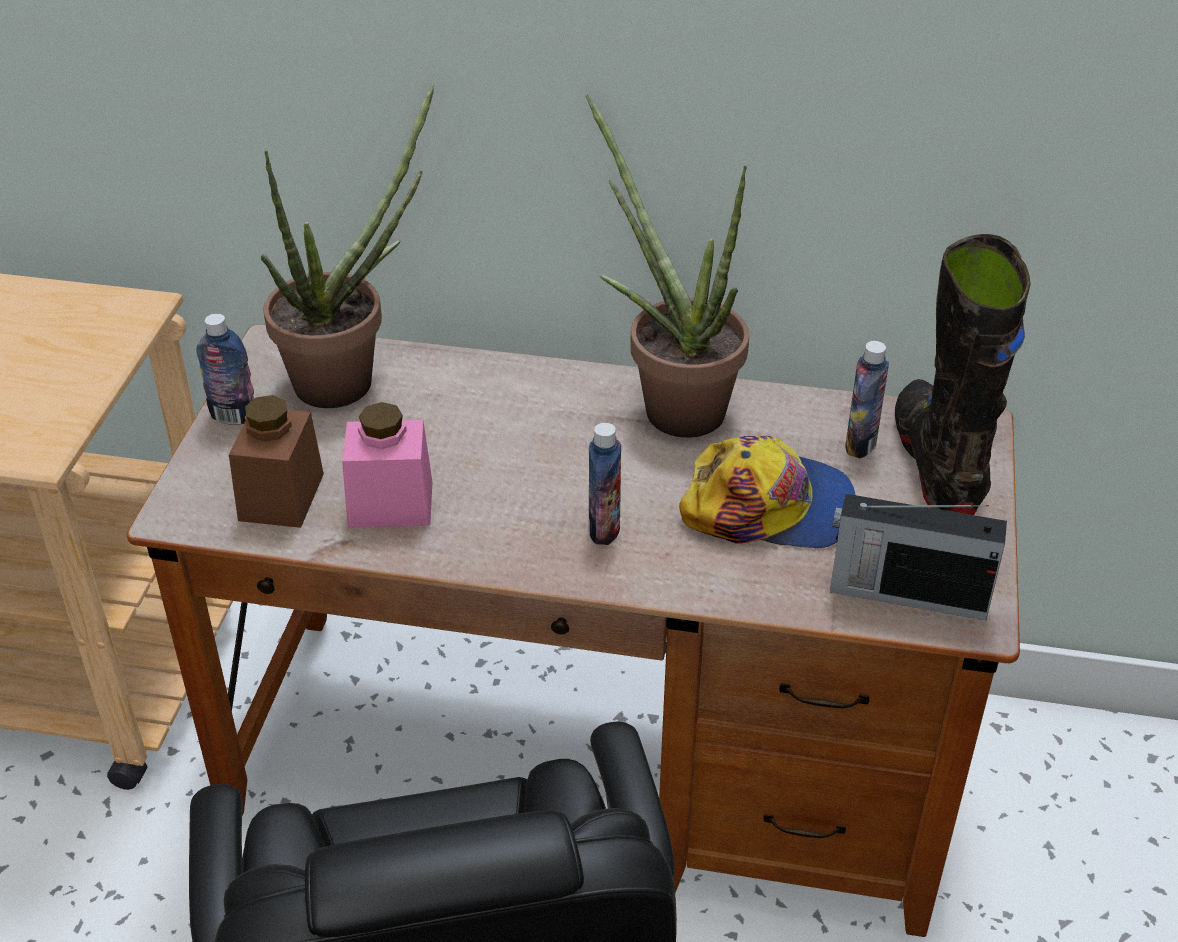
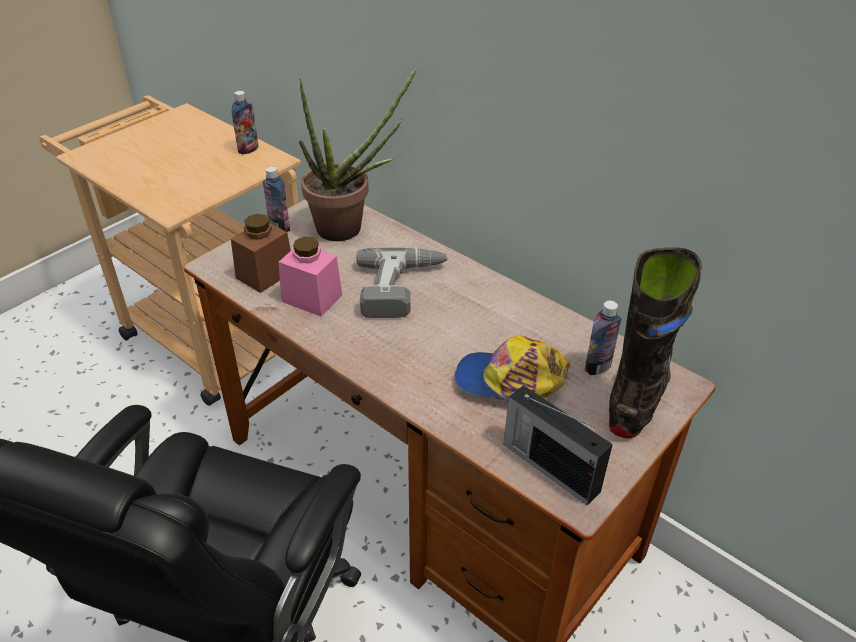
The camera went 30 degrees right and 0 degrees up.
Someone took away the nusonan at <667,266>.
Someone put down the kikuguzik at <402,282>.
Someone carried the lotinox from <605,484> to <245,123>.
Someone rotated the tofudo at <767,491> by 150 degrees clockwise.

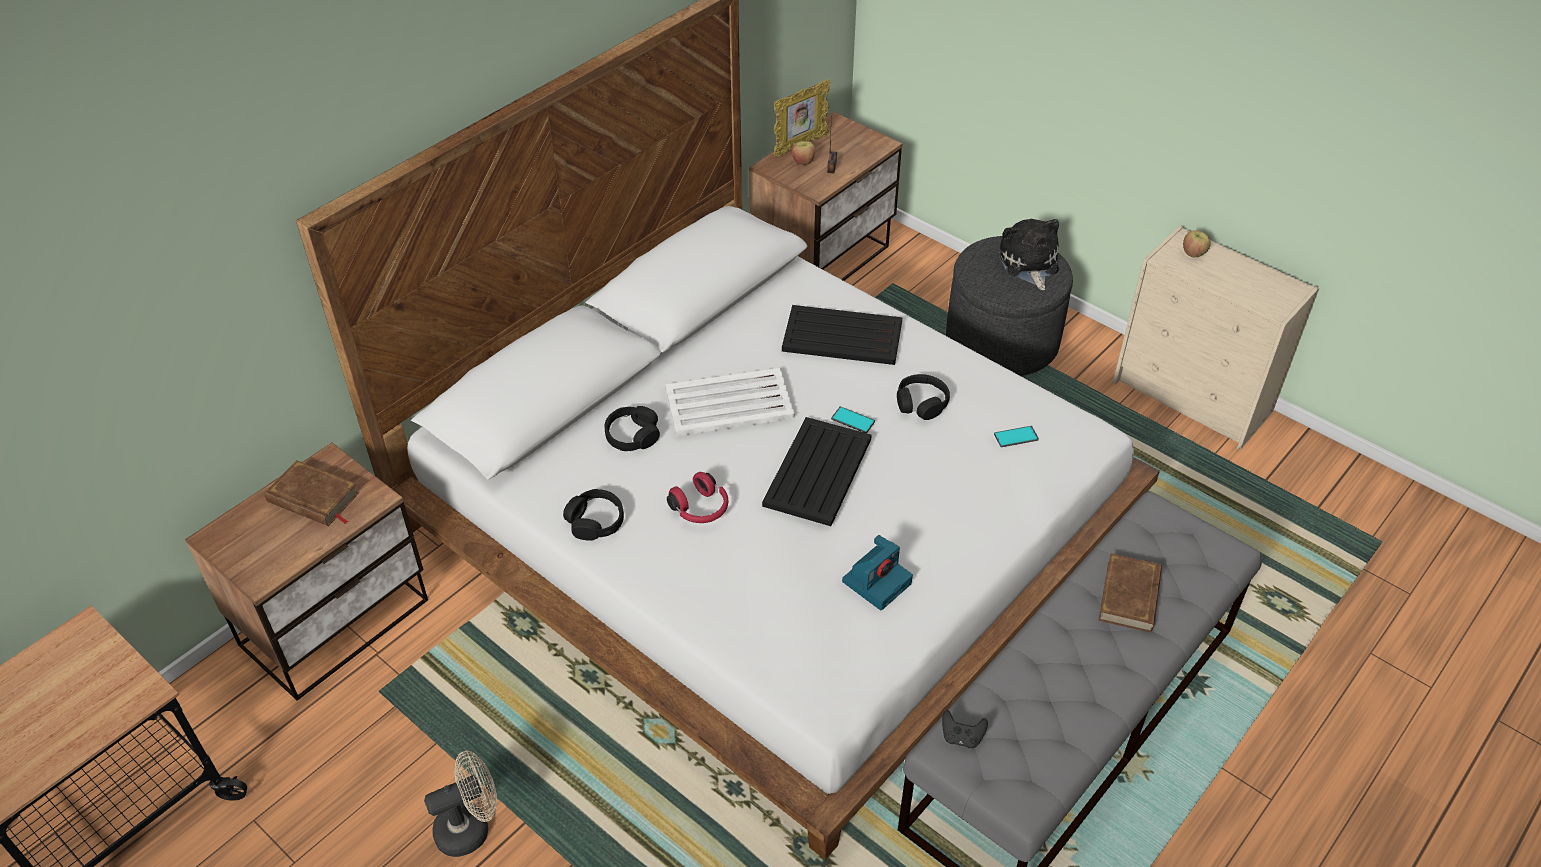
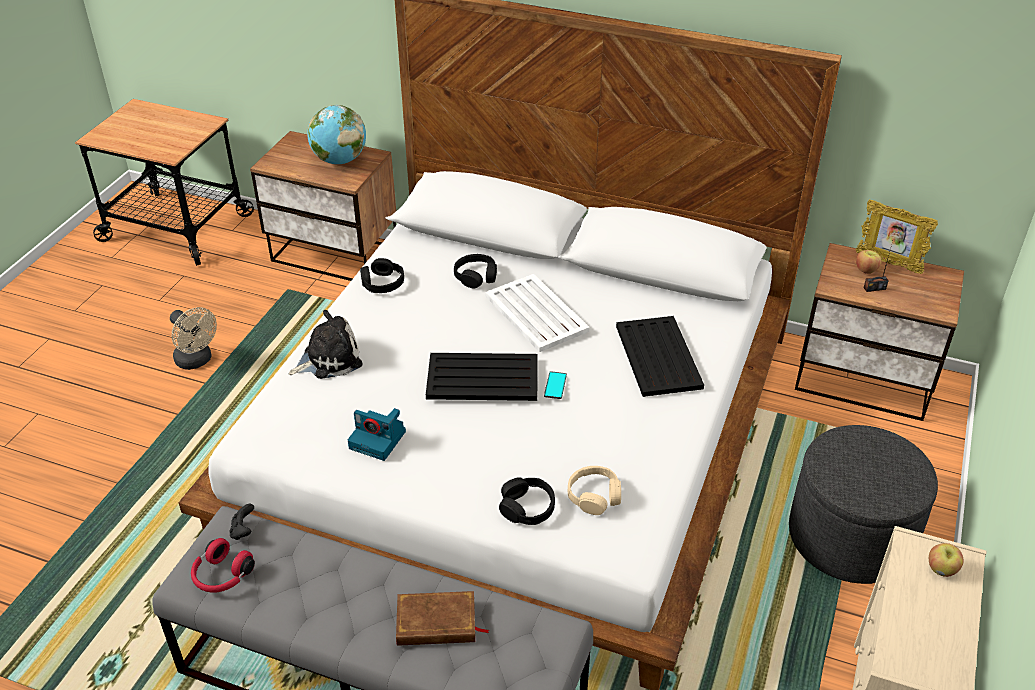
The camera went 70 degrees right and 5 degrees down.
Someone carried the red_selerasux from <698,497> to <223,565>.
Someone carried the black_selerasux from <923,397> to <527,501>.
Someone carried the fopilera from <1029,254> to <326,344>.
Someone swapped the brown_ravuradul at <311,493> for the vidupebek at <336,134>.
Someone swapped the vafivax at <1016,436> for the beige_selerasux at <594,490>.

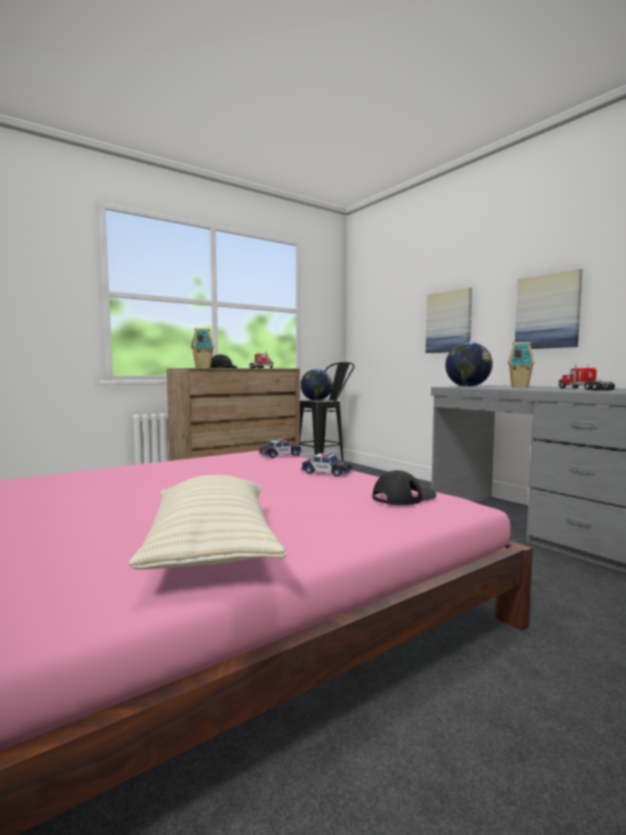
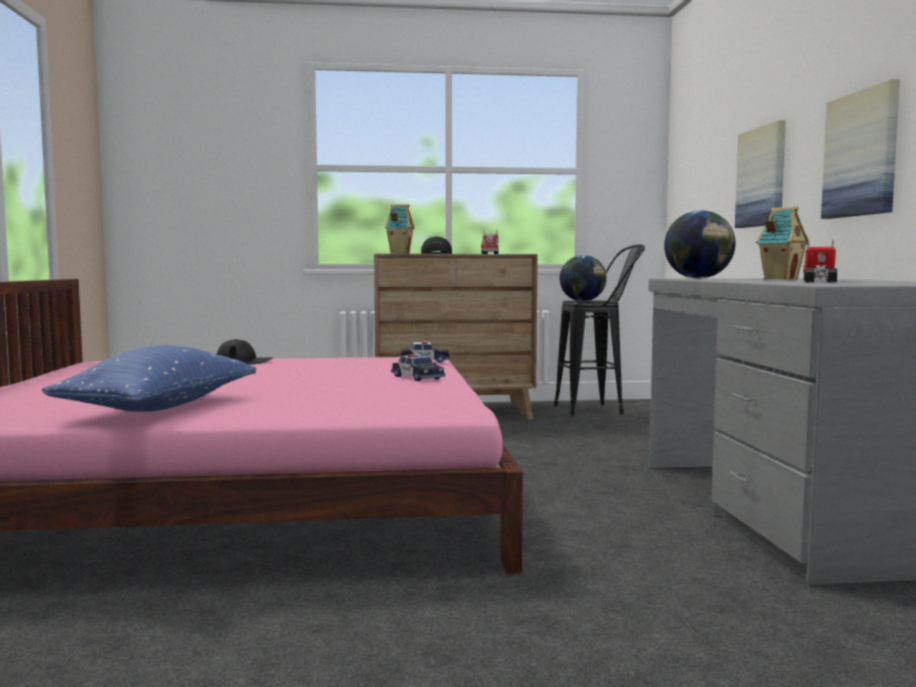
The camera went 30 degrees right and 0 degrees up.
Someone carried the black_tofudo from <405,487> to <244,351>.
Someone repainted the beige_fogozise at <207,522>, which became the blue_fogozise at <149,378>.

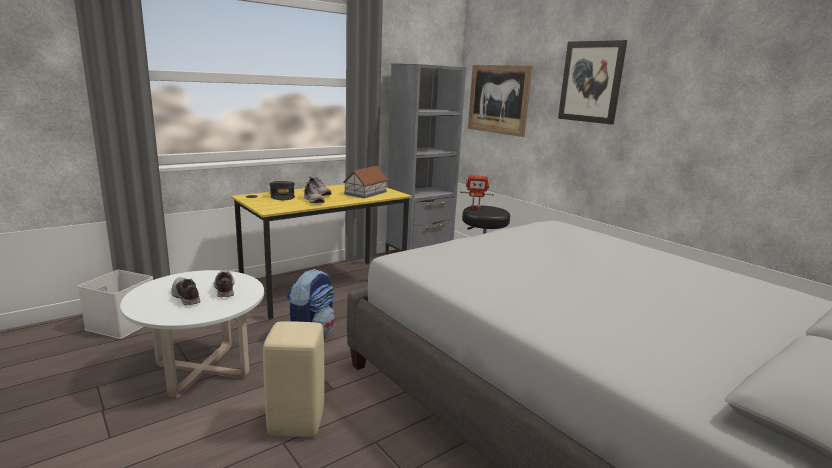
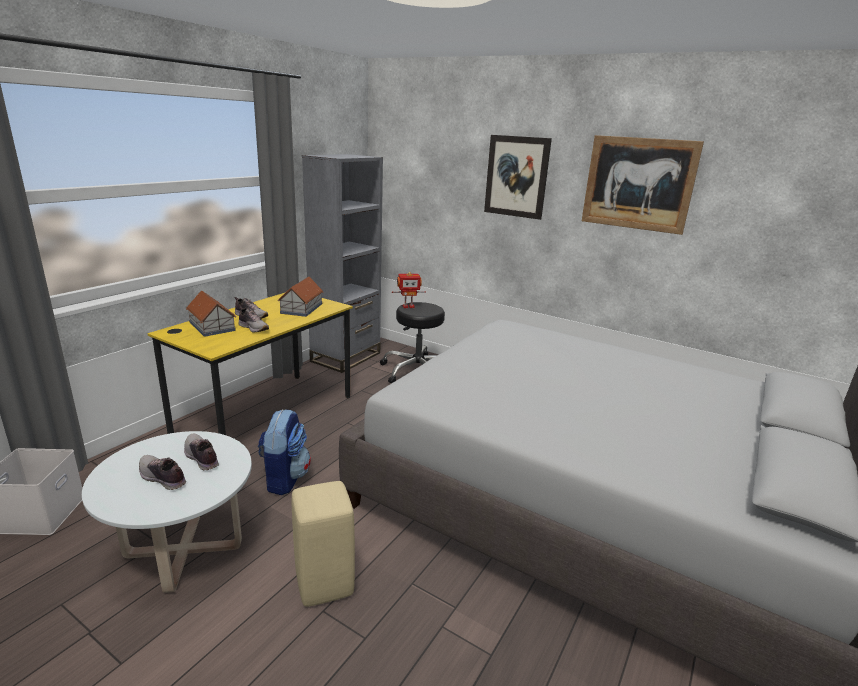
The camera went 20 degrees left and 5 degrees up.
Someone carried the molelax from <500,101> to <643,185>.
Someone swapped the grey_tofudo at <282,190> for the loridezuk at <211,313>.

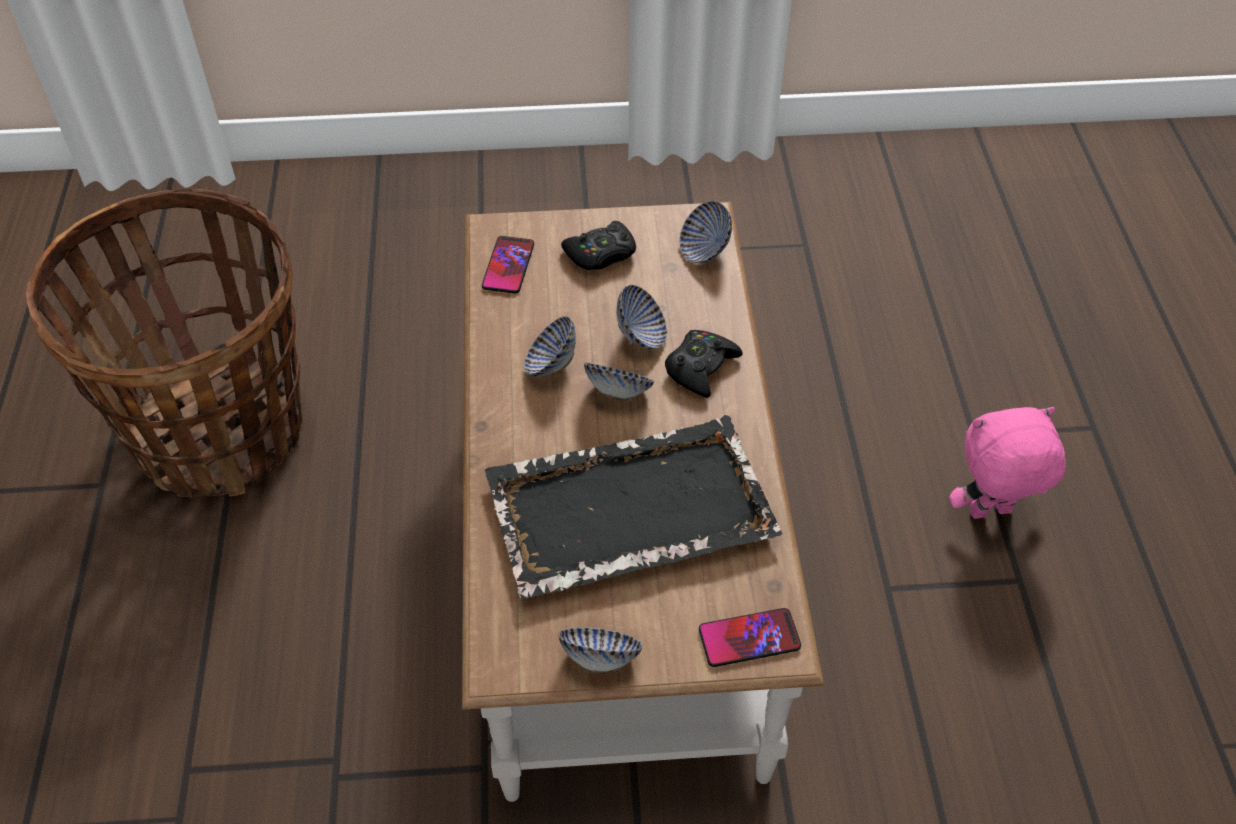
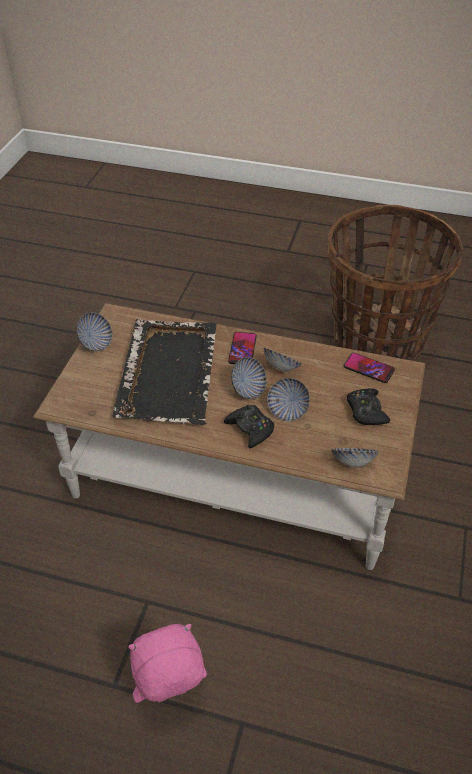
The camera went 110 degrees right and 5 degrees down.
Someone carried the vafivax from <750,637> to <242,348>.
Someone rotated the pink_fopilera at <1007,463> by 120 degrees counterclockwise.

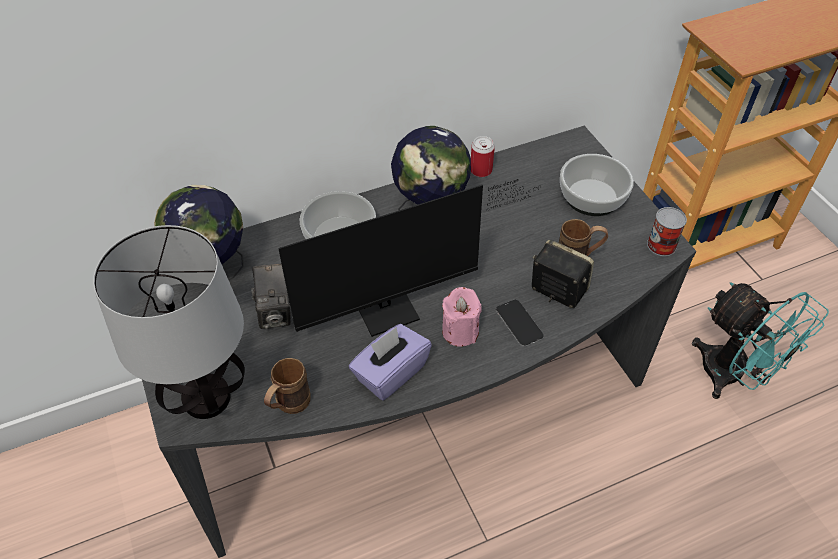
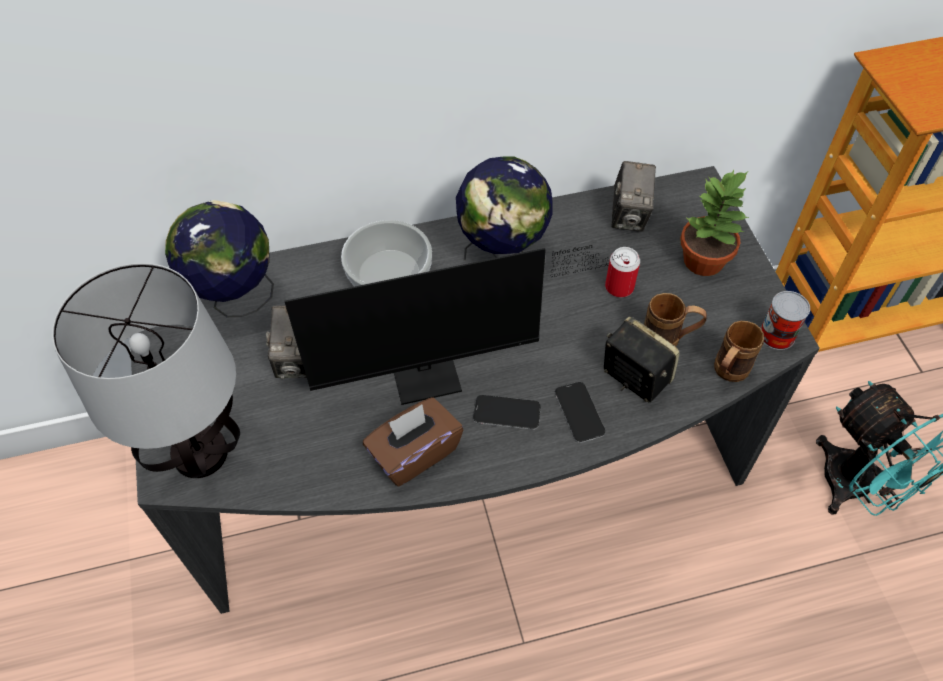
The camera went 10 degrees right and 5 degrees up.
Someone put down the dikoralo at <633,196>.
Someone carried the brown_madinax from <287,386> to <739,351>.
Someone carried the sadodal from <483,156> to <622,272>.
Someone swapped the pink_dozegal at <462,317> for the vafivax at <507,412>.
Someone swapped the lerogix at <597,185> for the nusonan at <714,223>.
Someone repainted the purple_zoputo at <390,362>, which became the brown_zoputo at <413,442>.

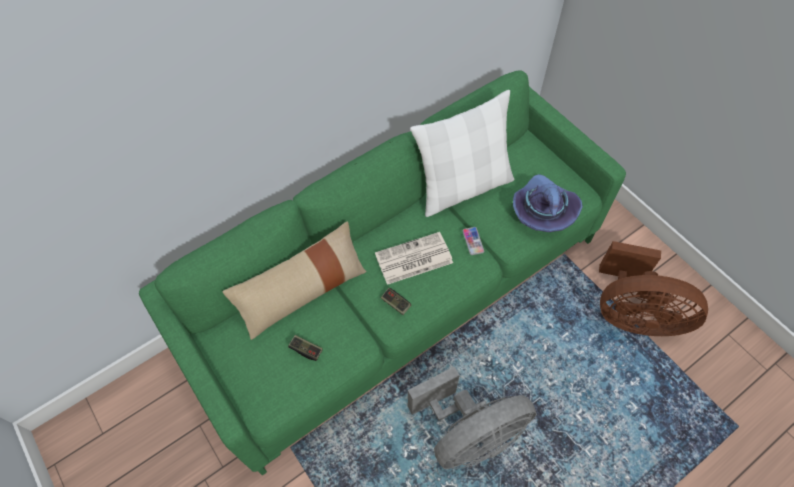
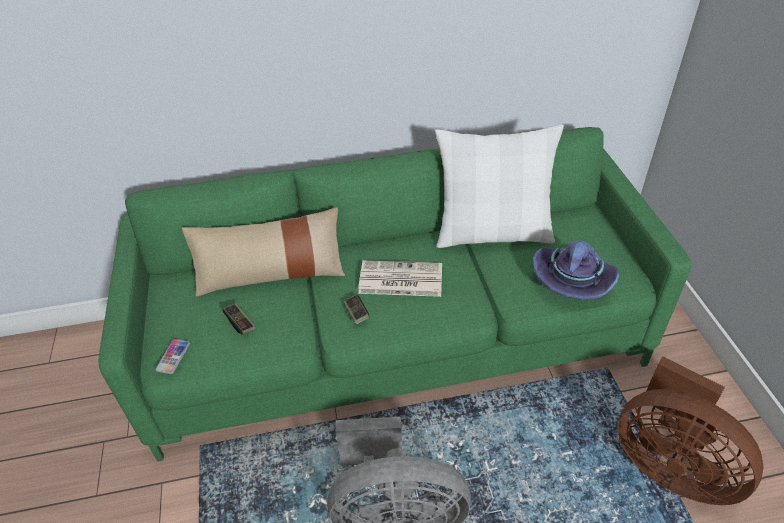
The camera went 25 degrees right and 15 degrees down.
Someone carried the vafivax from <473,241> to <172,356>.

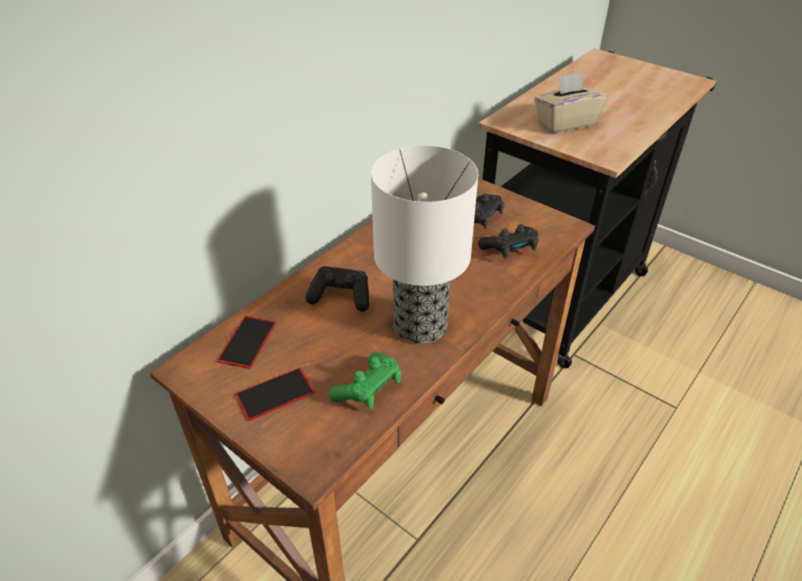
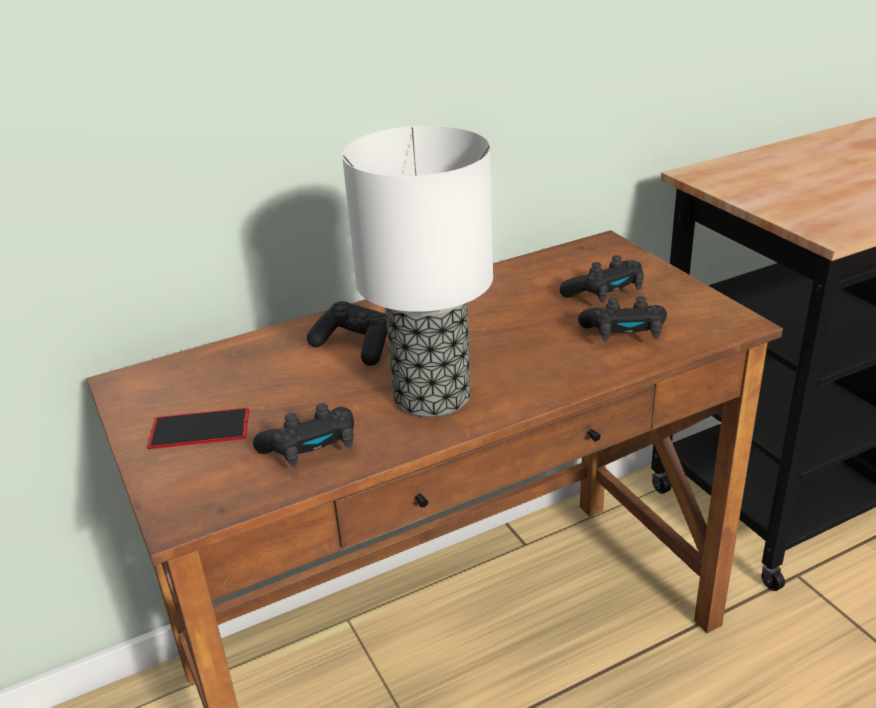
The camera went 25 degrees right and 10 degrees down.
Someone took away the vafivax at <246,342>.
Someone took away the beige_zoputo at <571,103>.
Someone repainted the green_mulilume at <365,380>, which became the black_mulilume at <303,435>.

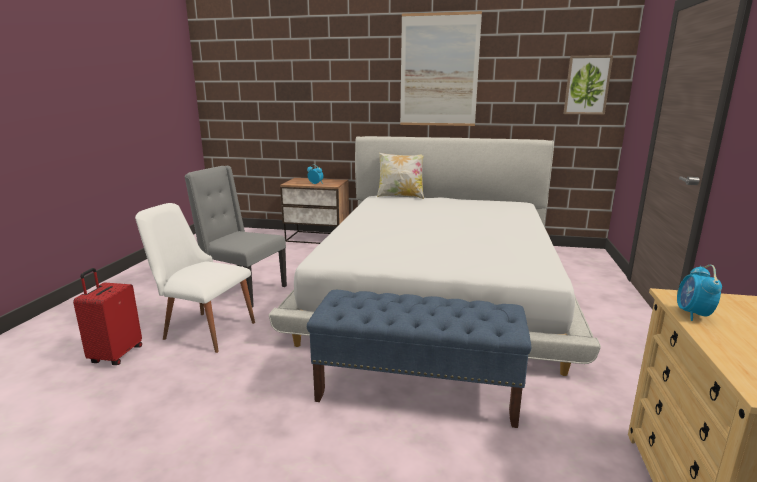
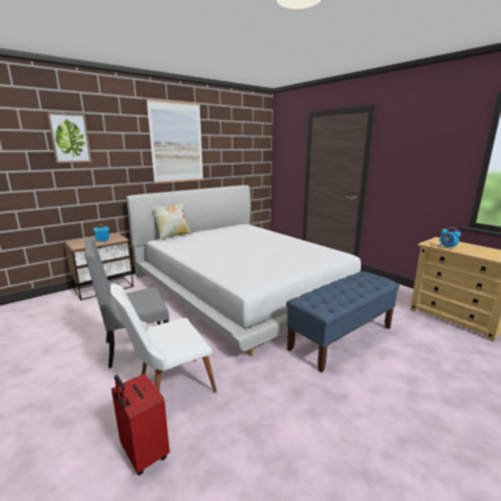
The camera went 50 degrees left and 0 degrees up.
Someone carried the molelax from <588,85> to <69,137>.

